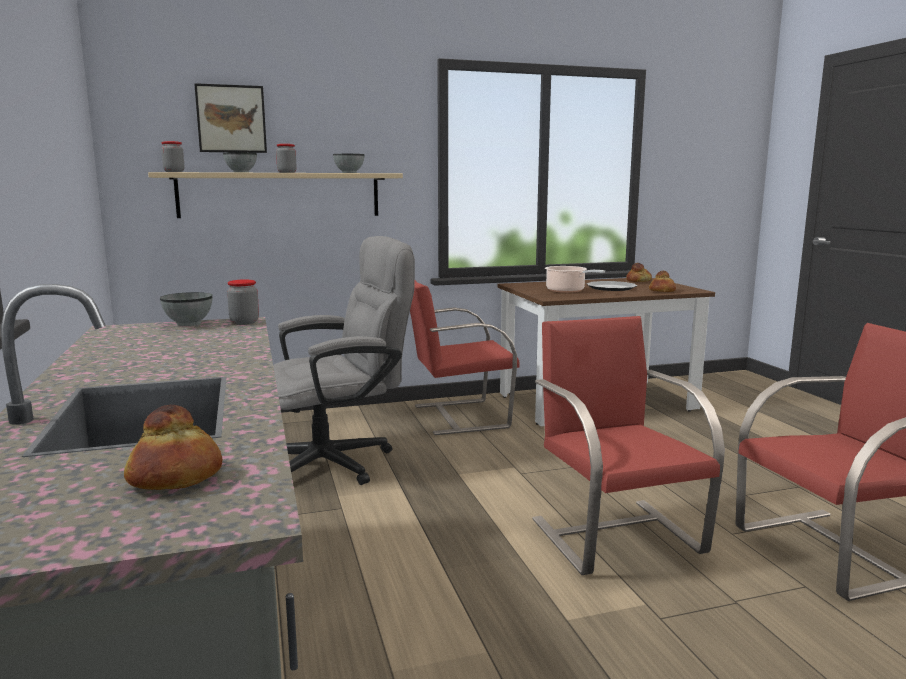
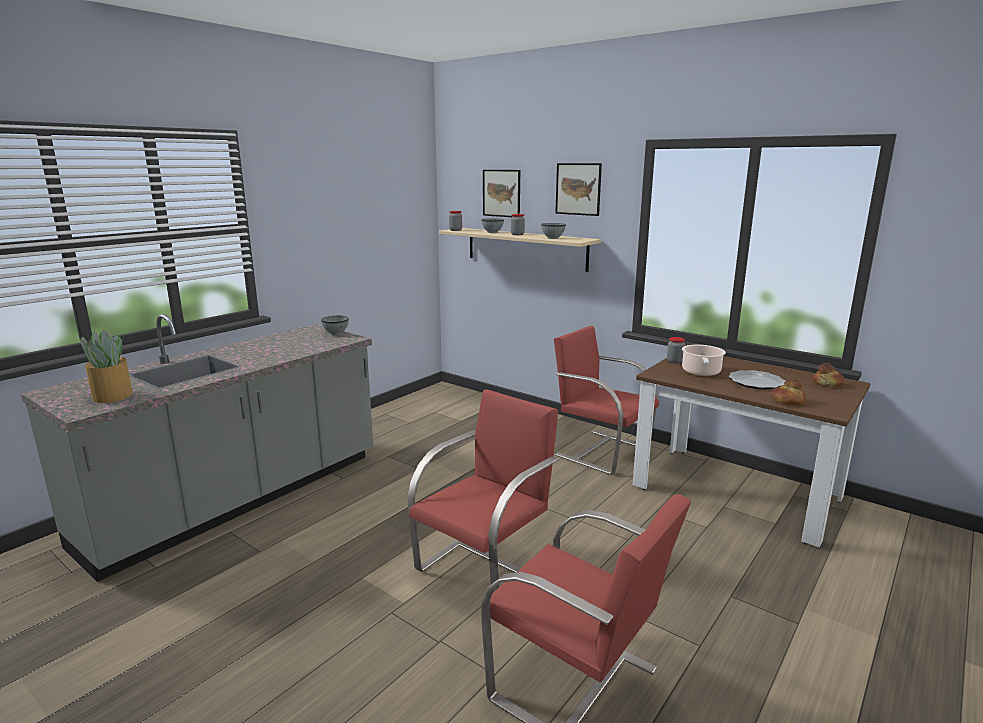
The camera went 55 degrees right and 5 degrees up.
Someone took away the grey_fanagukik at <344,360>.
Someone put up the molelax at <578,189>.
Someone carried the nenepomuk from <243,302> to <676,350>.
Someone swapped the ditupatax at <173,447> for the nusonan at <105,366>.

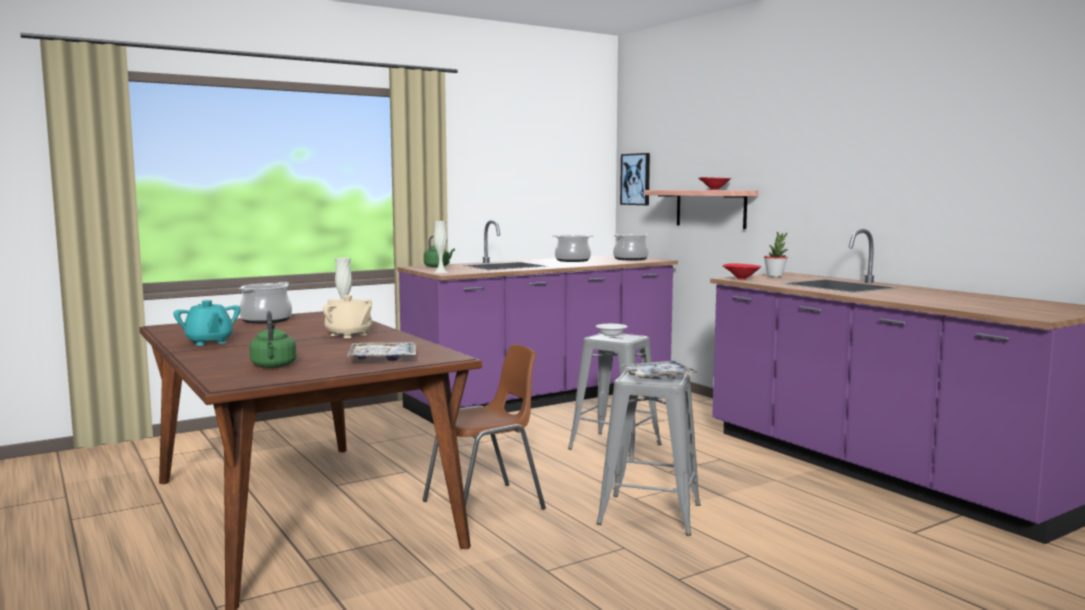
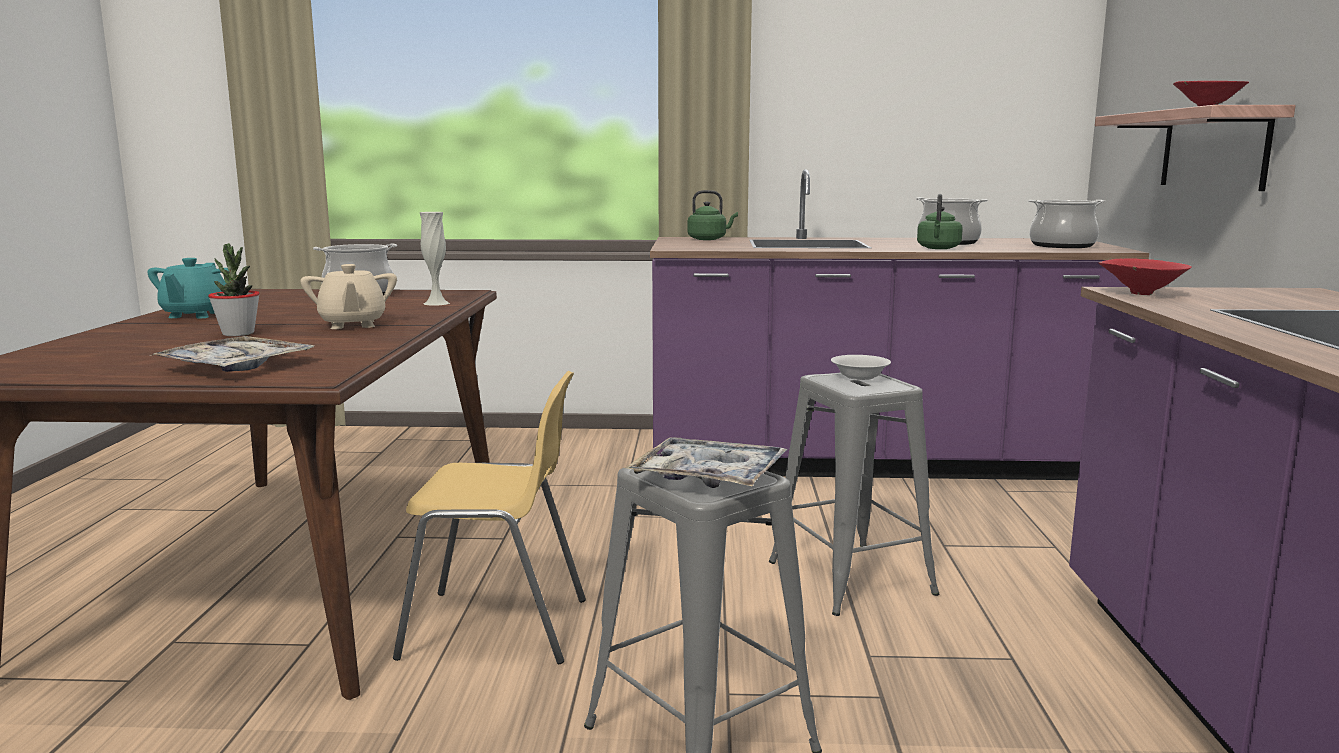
The camera went 35 degrees right and 5 degrees up.
Someone took away the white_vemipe at <441,247>.
Someone took away the molelax at <635,179>.
Someone carried the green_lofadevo from <272,339> to <940,221>.
Someone carried the nusonan from <776,254> to <234,289>.
Someone repainted the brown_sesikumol at <484,427>, which became the yellow_sesikumol at <489,517>.

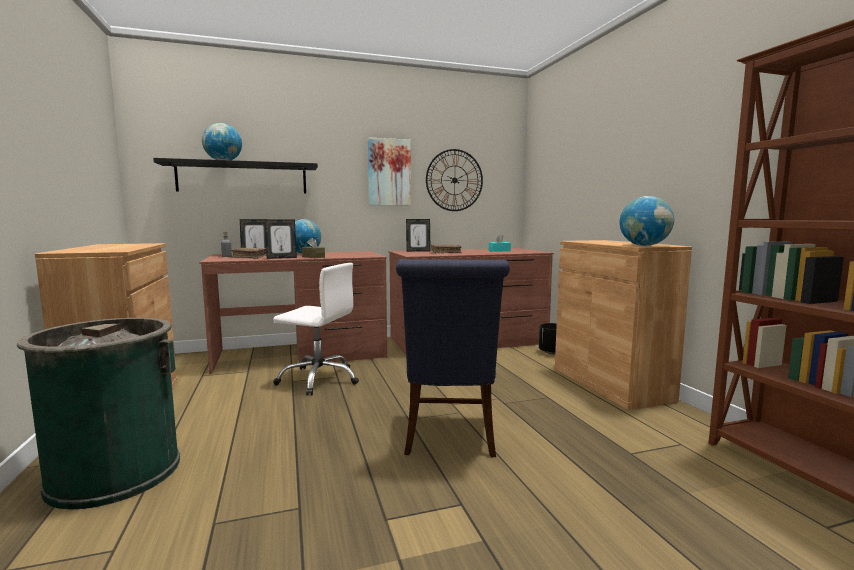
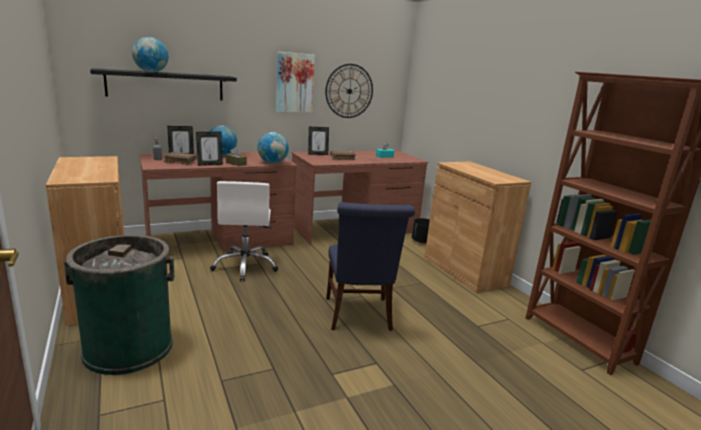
The camera went 10 degrees left and 10 degrees up.
Someone carried the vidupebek from <647,221> to <273,147>.
Someone rotated the white_fanagukik at <316,329> by 75 degrees clockwise.

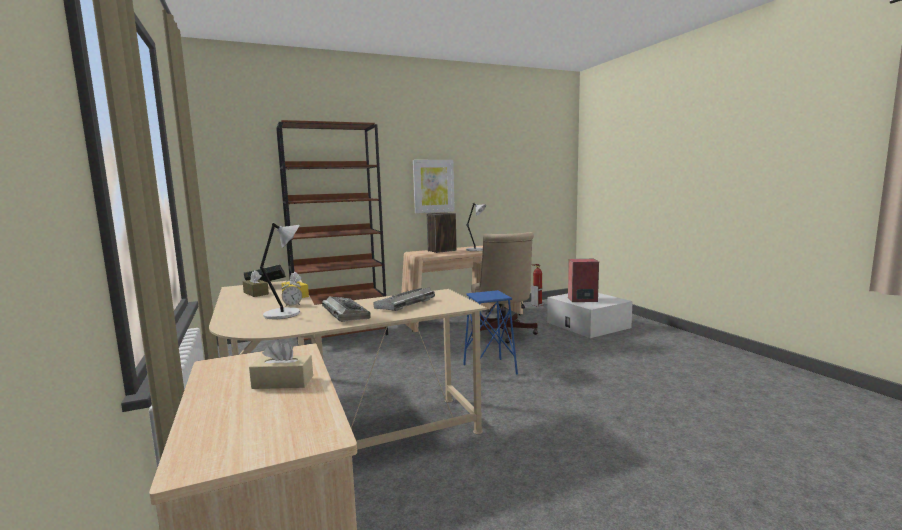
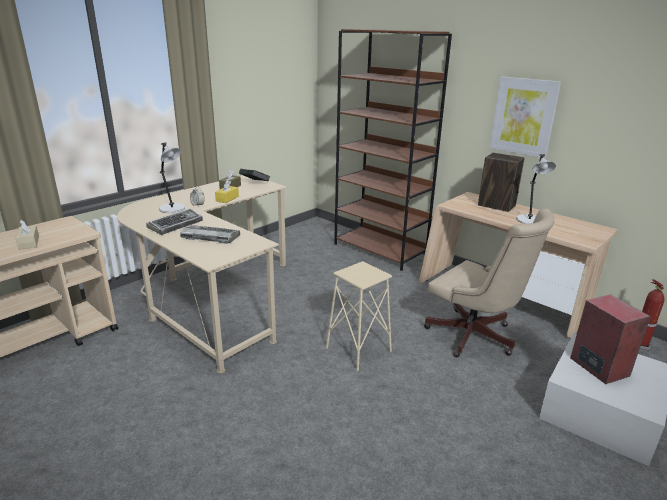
The camera went 65 degrees right and 15 degrees up.
Someone repainted the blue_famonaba at <490,332>, which became the beige_famonaba at <359,316>.
Someone rotated the beige_fanagukik at <504,287> by 105 degrees counterclockwise.

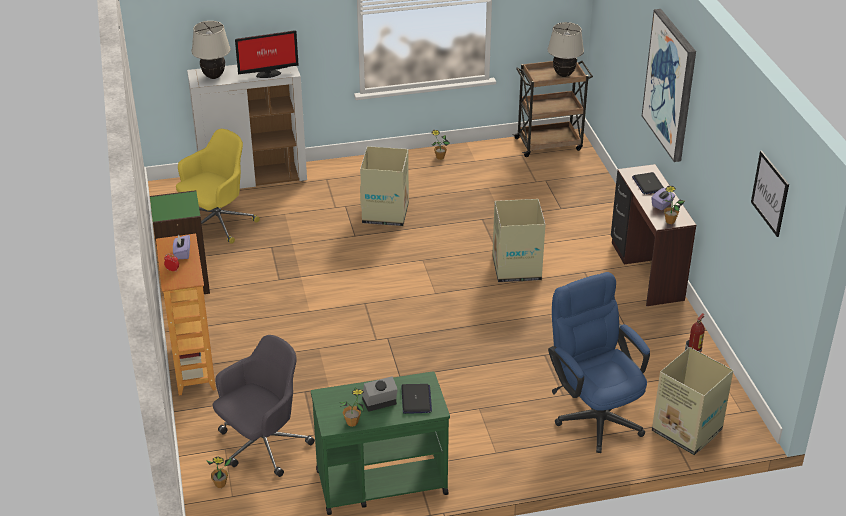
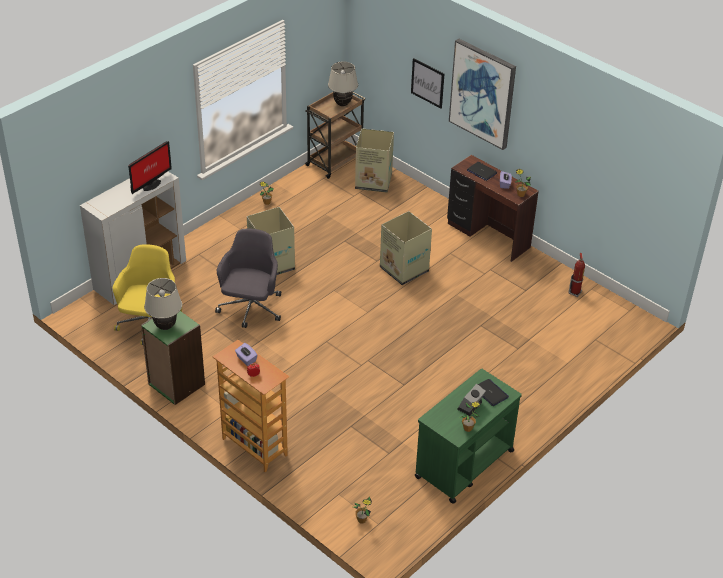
The camera went 35 degrees left and 5 degrees up.
Someone took away the blue_fanagukik at <599,362>.
Someone carried the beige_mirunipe from <211,50> to <163,304>.
Someone carried the grey_fanagukik from <264,406> to <248,278>.
Someone carried the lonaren from <692,401> to <374,160>.
Someone carried the molelax from <770,194> to <427,83>.

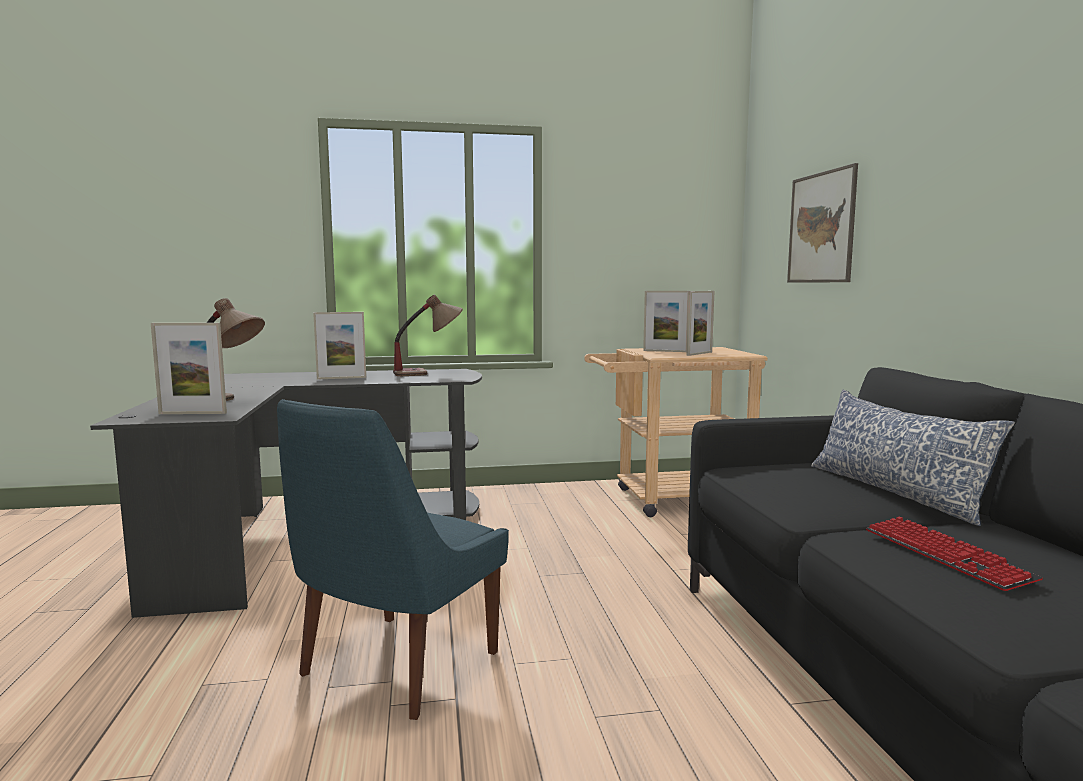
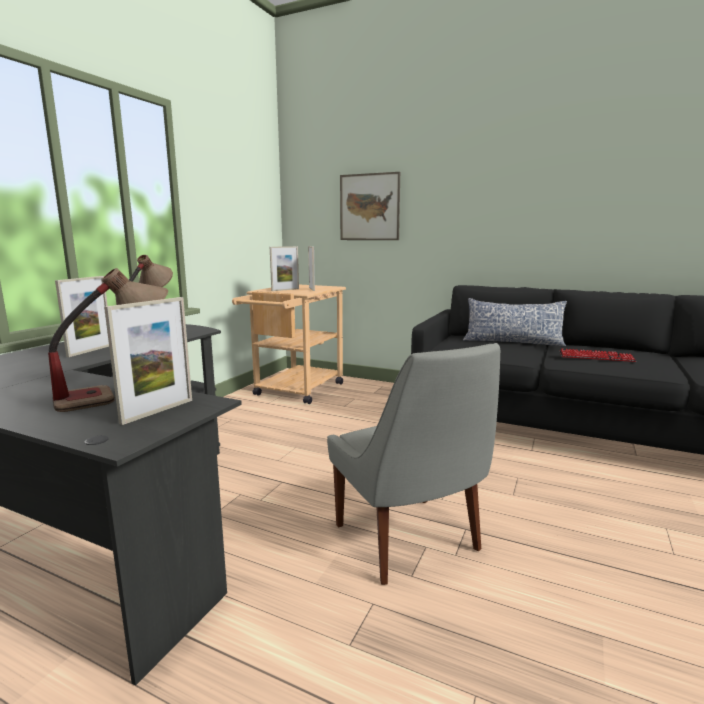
The camera went 55 degrees left and 5 degrees up.
Someone repainted the blue_sesikumol at <393,559>, which became the grey_sesikumol at <413,464>.

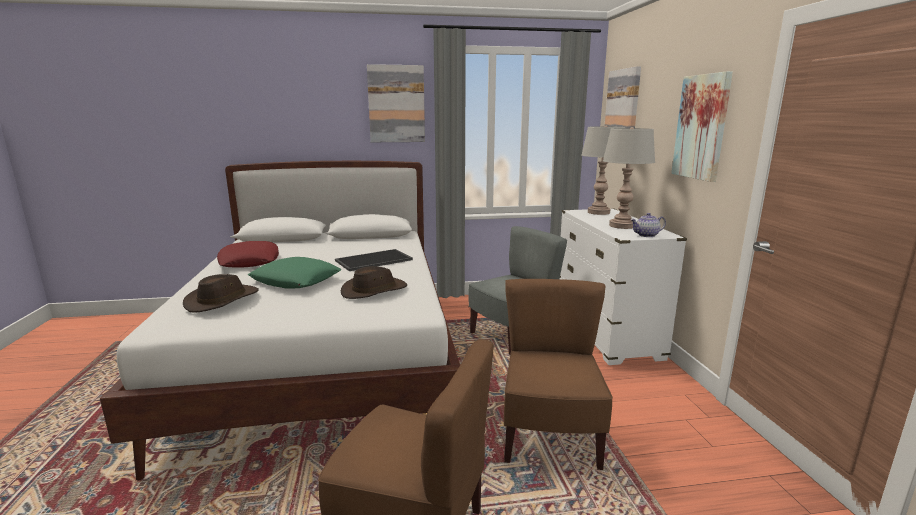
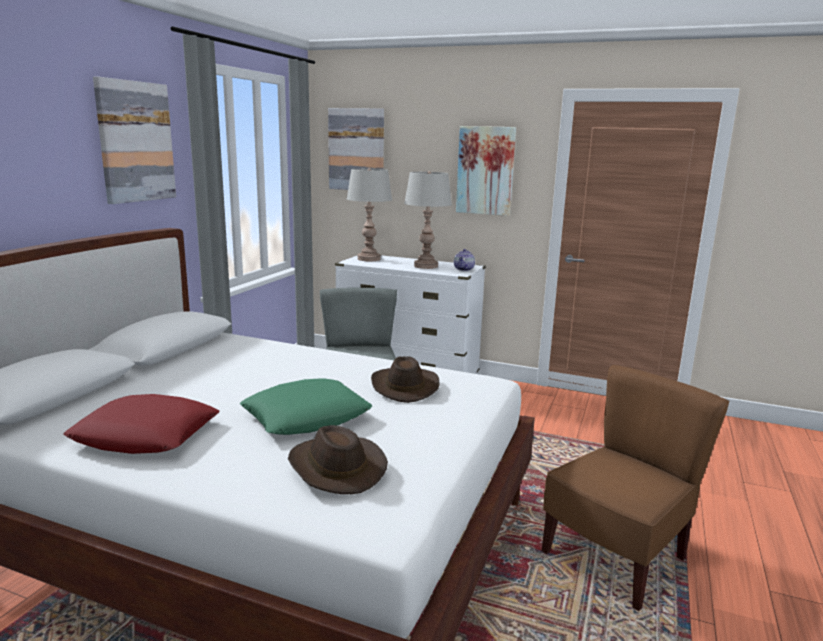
The camera went 60 degrees left and 0 degrees up.
Someone took away the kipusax at <374,260>.
Someone took away the brown_sesikumol at <558,374>.

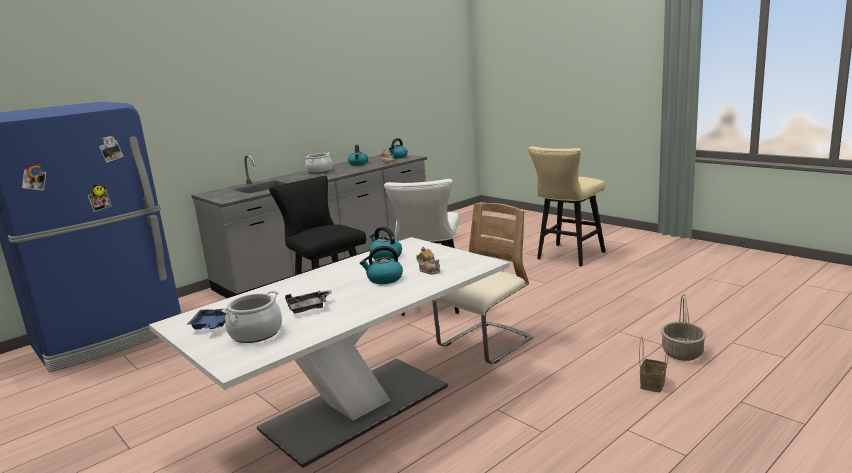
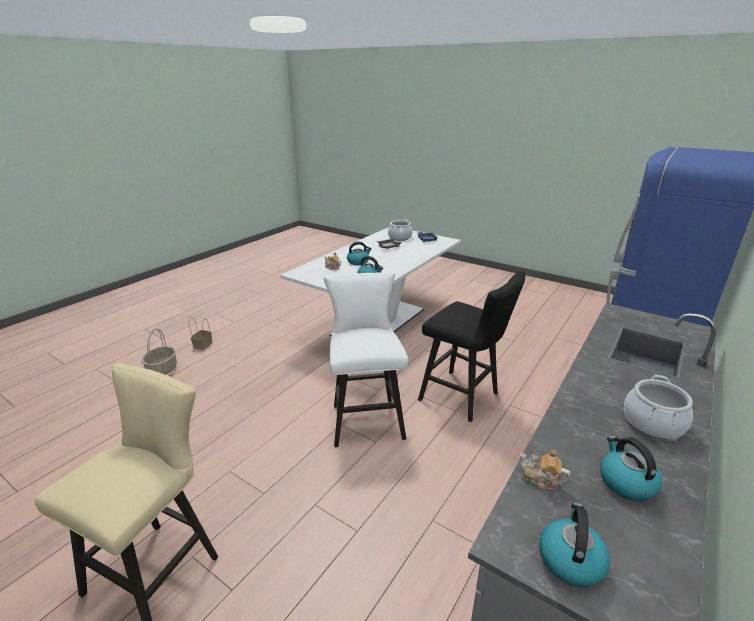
The camera went 165 degrees right and 10 degrees up.
Someone took away the beige_sesikumol at <482,283>.

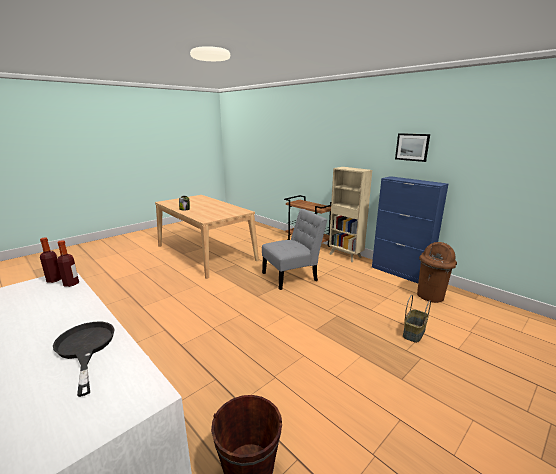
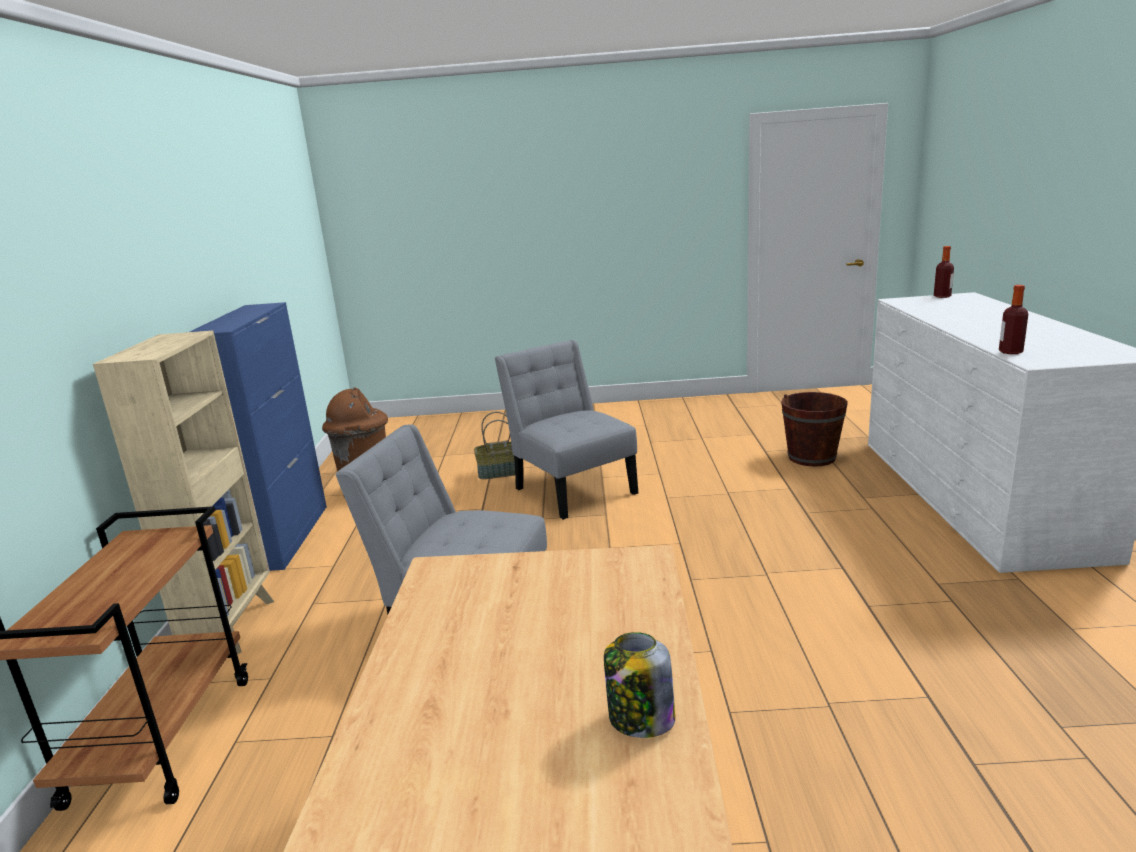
The camera went 135 degrees left and 0 degrees up.
Someone took away the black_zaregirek at <84,359>.
Someone took away the molelax at <412,147>.
Someone put down the grey_sesikumol at <566,430>.
Someone carried the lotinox from <50,260> to <944,272>.

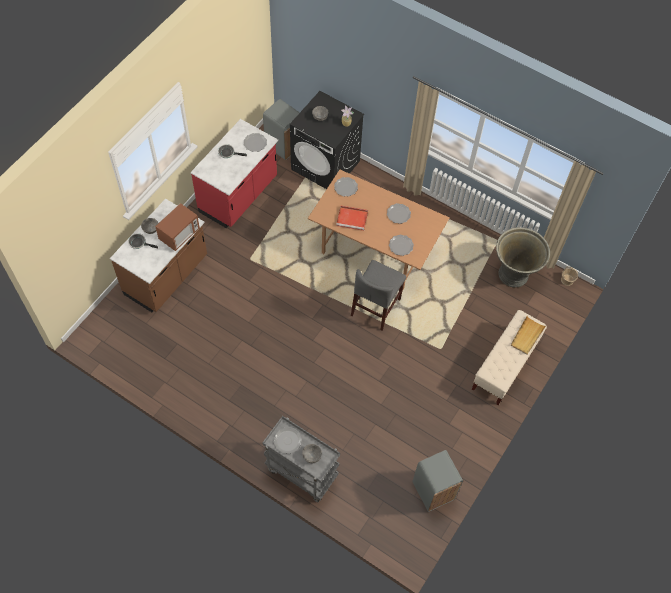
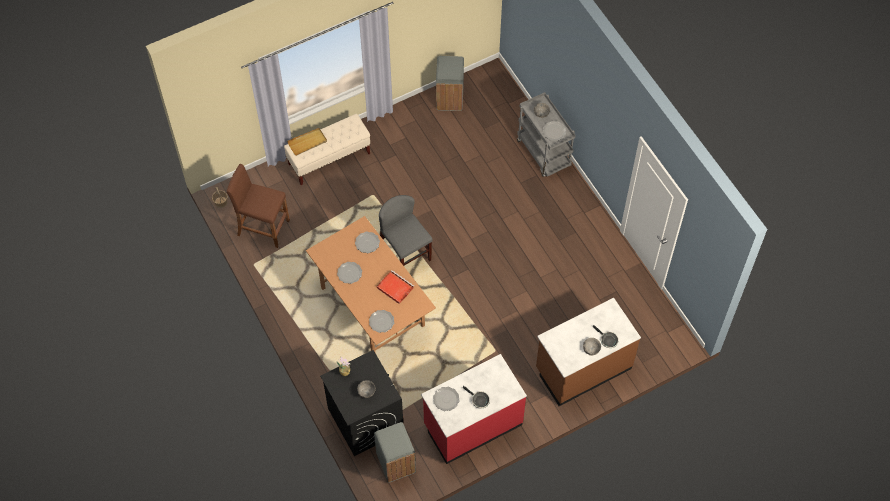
The camera went 150 degrees left and 0 degrees up.
Someone took away the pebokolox at <177,227>.
Someone swapped the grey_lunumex at <523,257> for the brown_famonaba at <258,206>.
Someone rotated the grey_sesikumol at <378,295> by 90 degrees counterclockwise.

